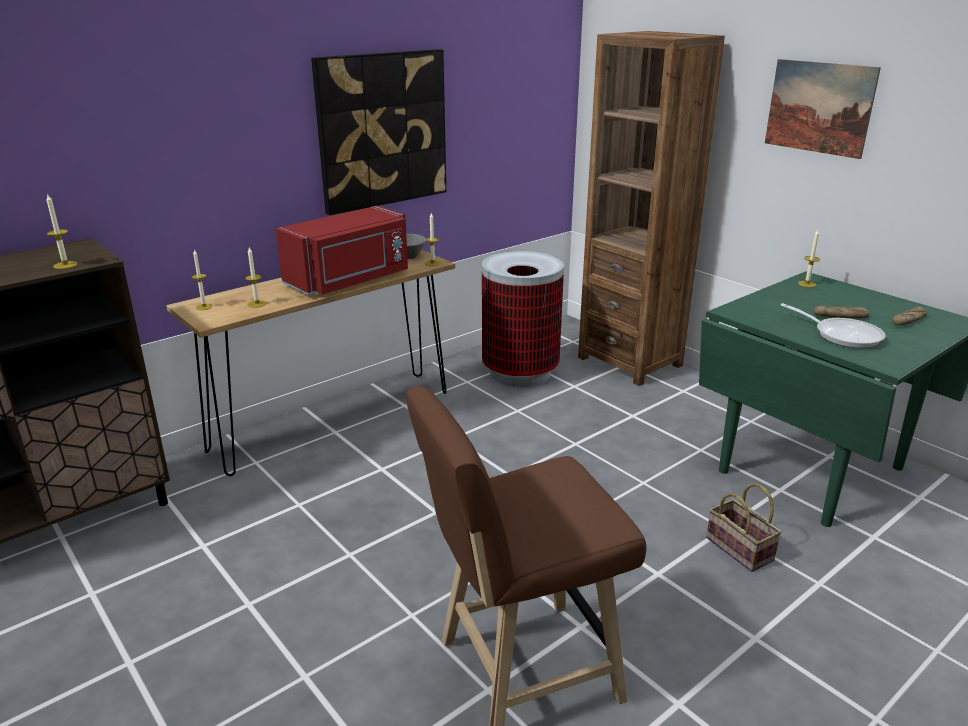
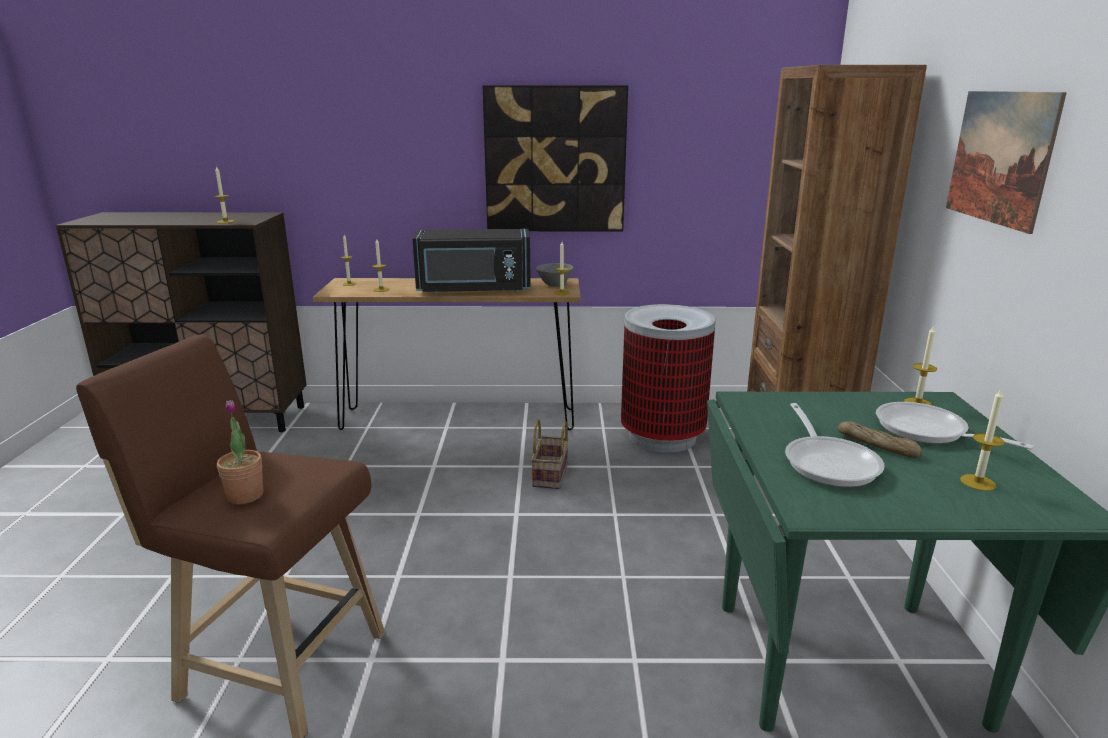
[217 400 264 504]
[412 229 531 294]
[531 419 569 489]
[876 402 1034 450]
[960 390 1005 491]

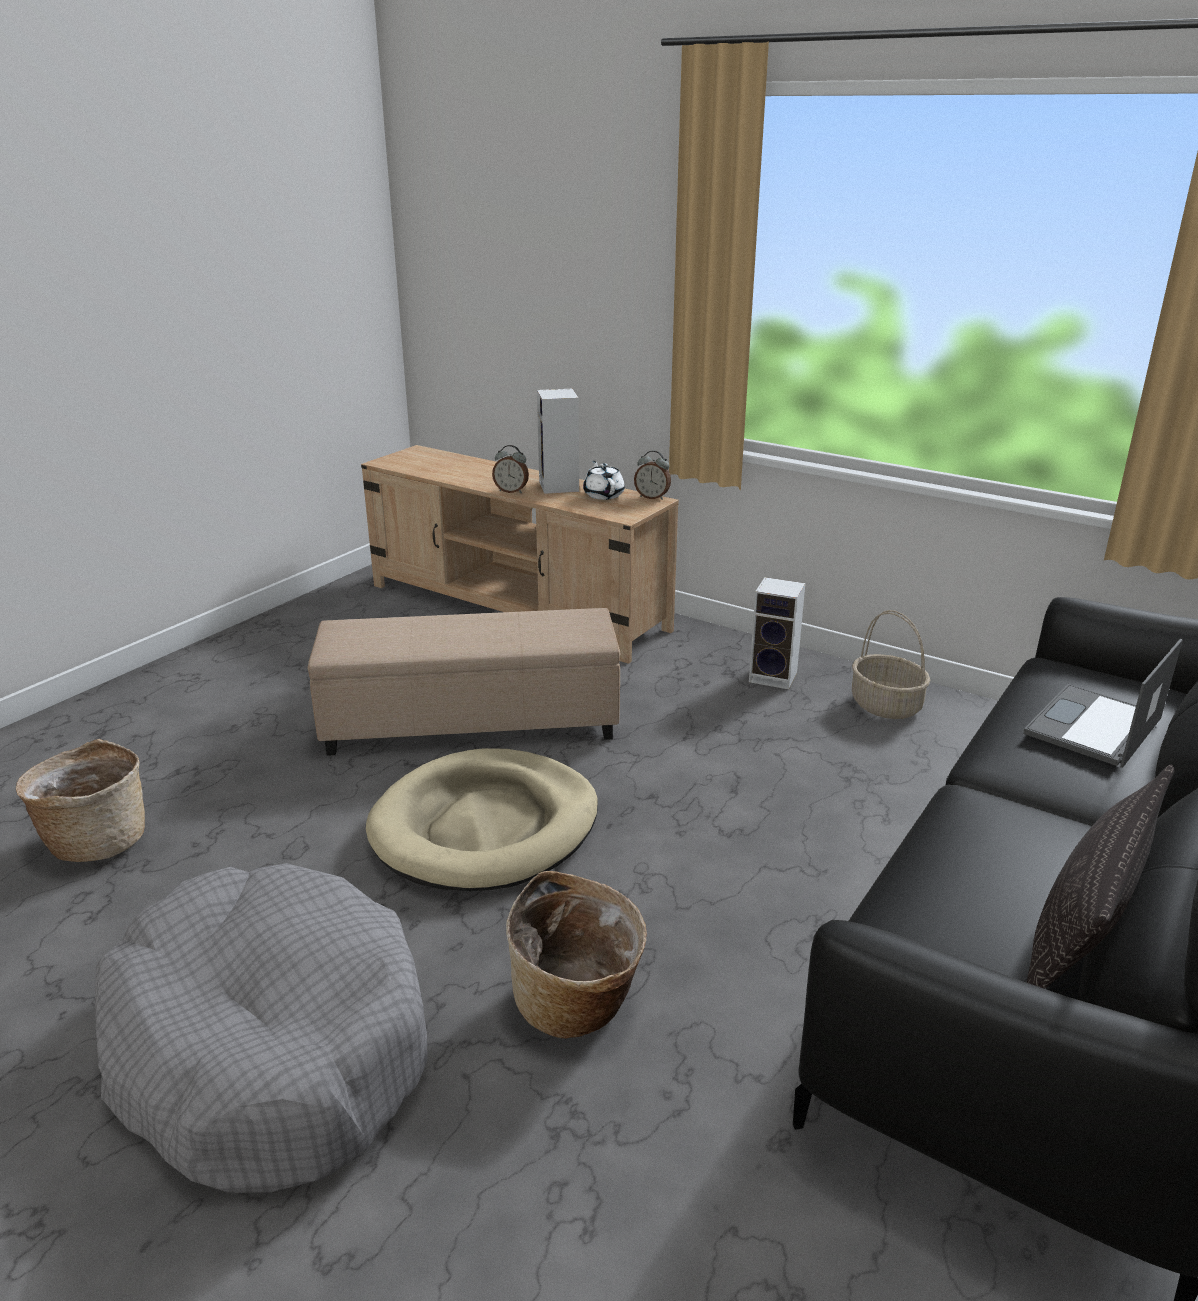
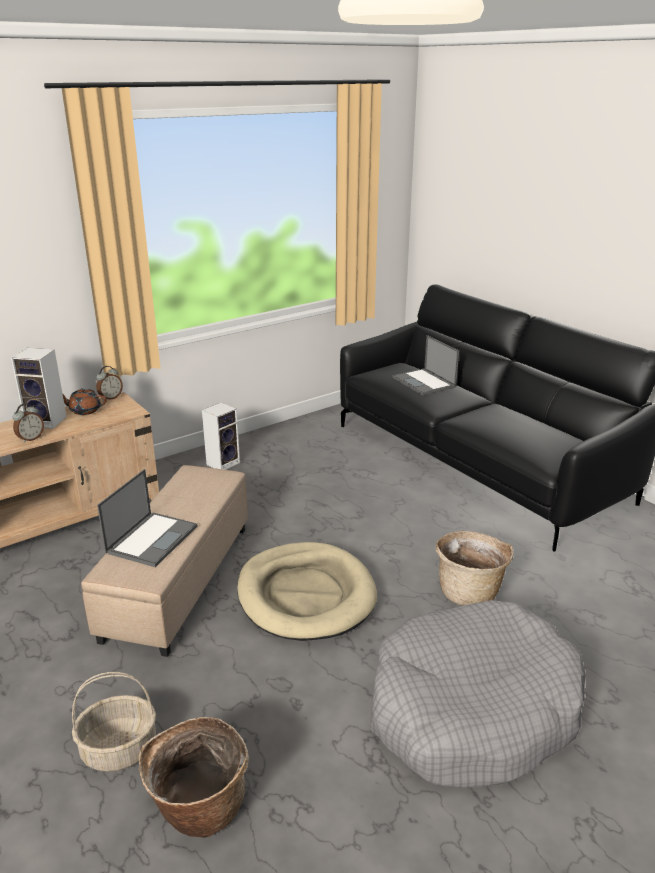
[63 388 107 415]
[72 672 156 772]
[97 469 197 567]
[1027 765 1174 989] (first image)

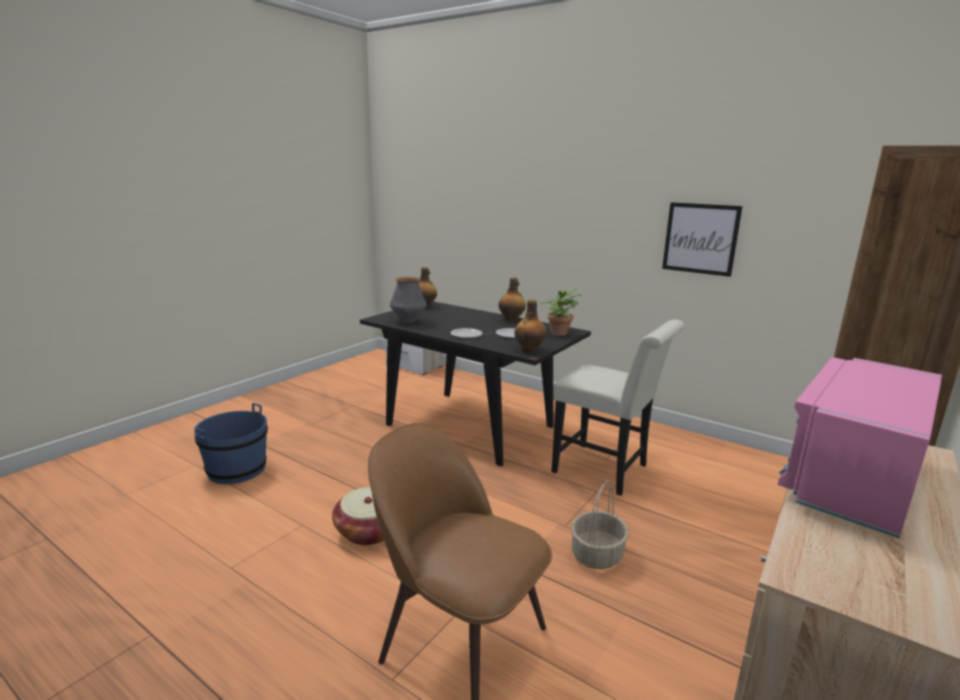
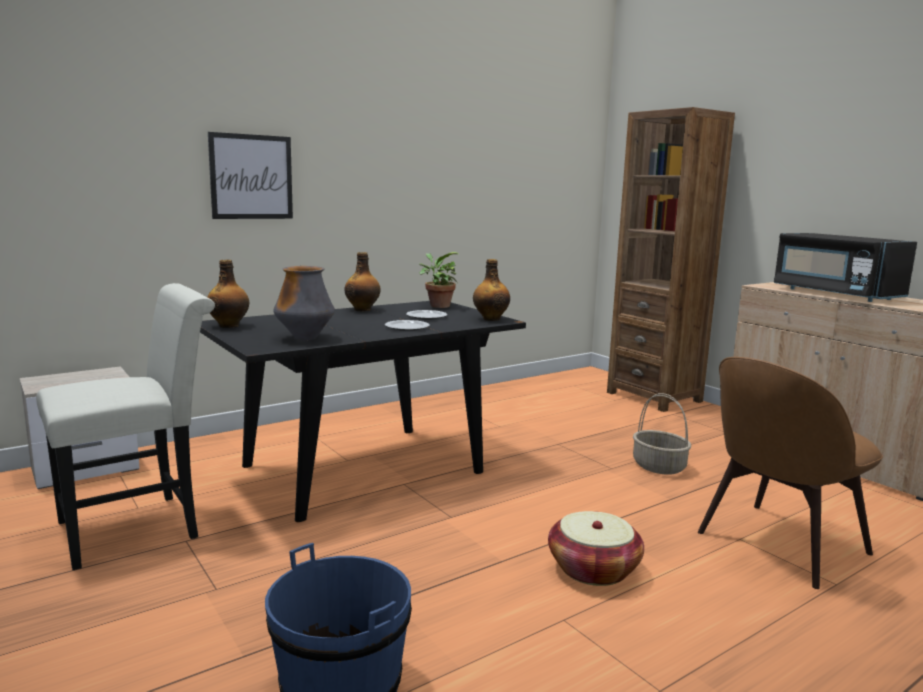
[36 283 215 570]
[208 132 293 219]
[774 233 917 302]

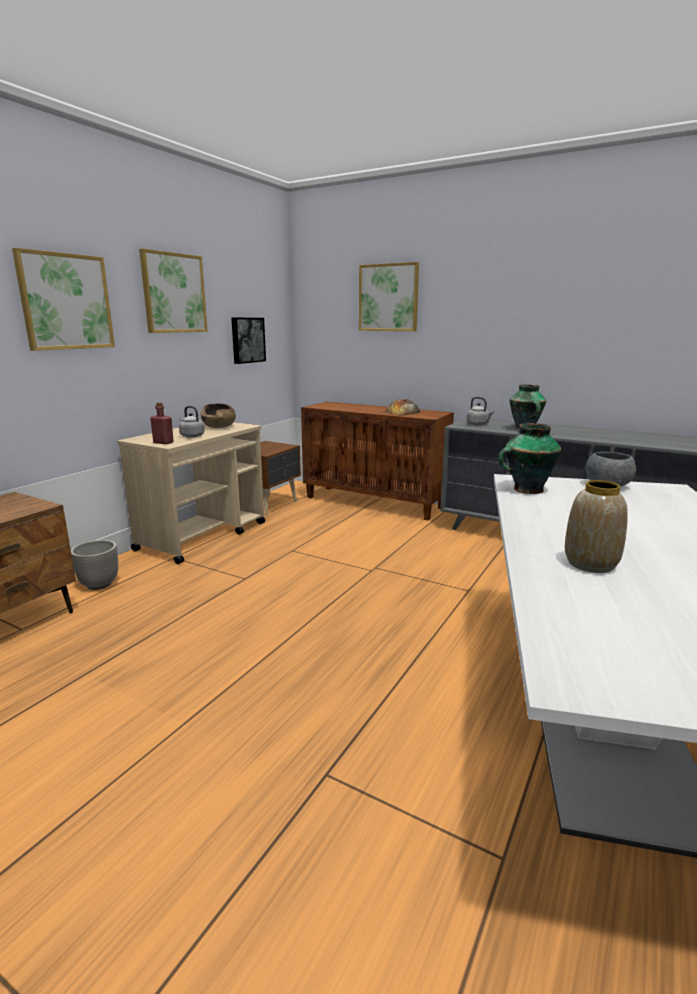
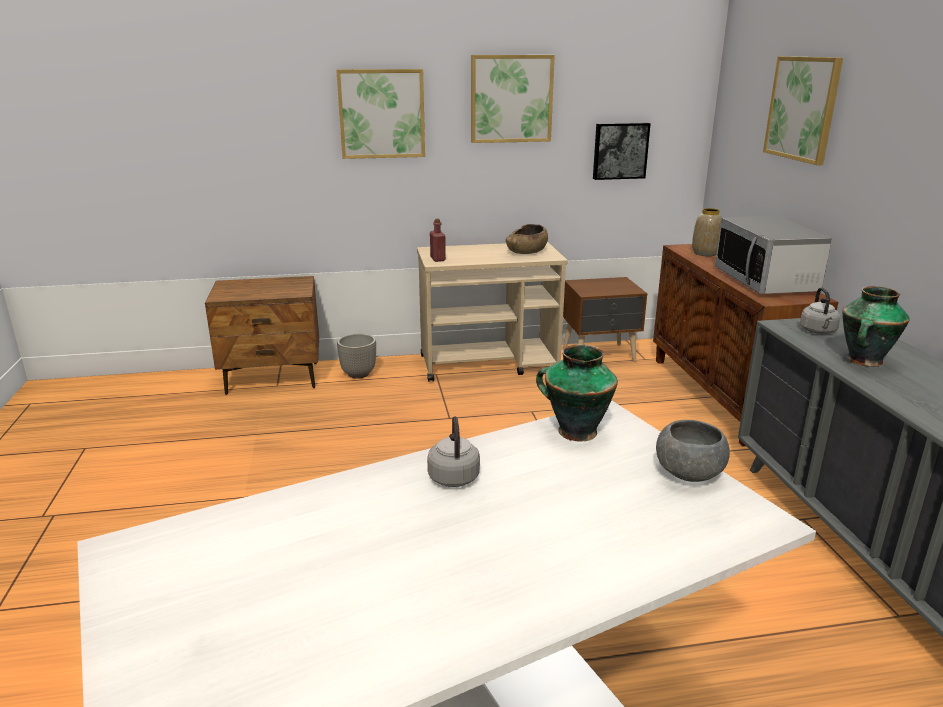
[427 416 480 487]
[692 208 722 256]
[715 216 832 294]

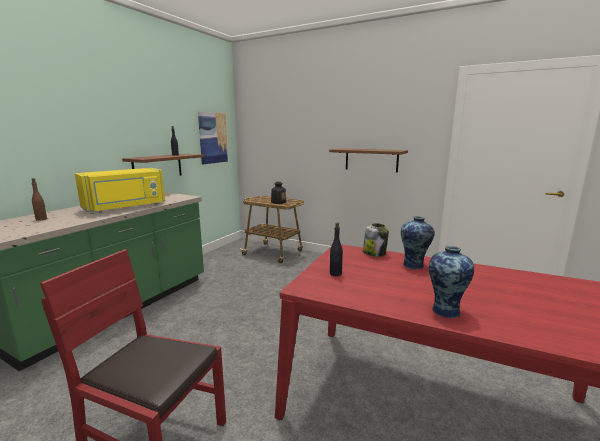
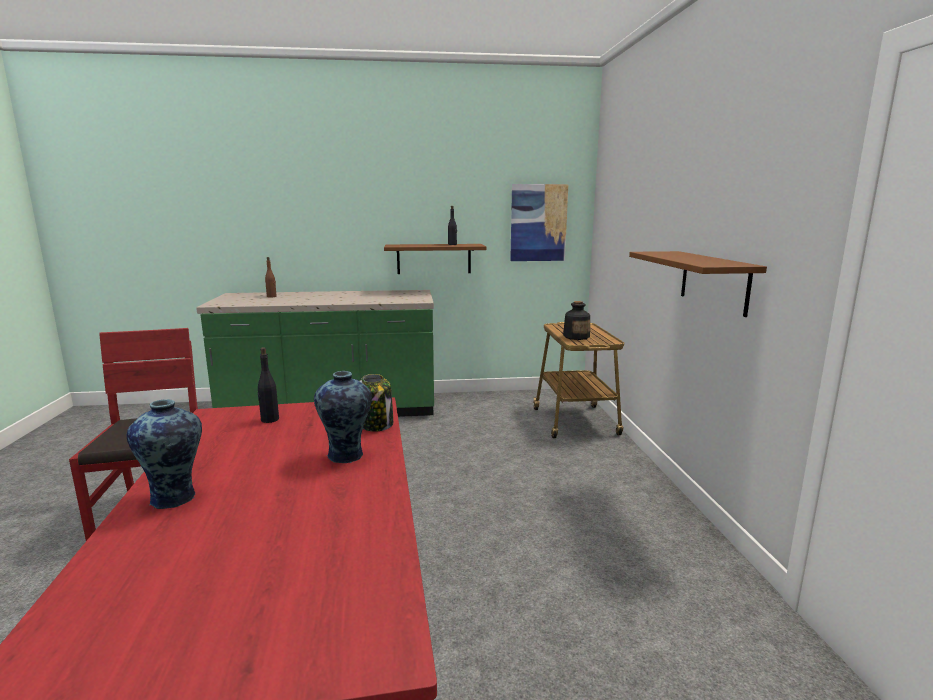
[75 168 165 213] (first image)

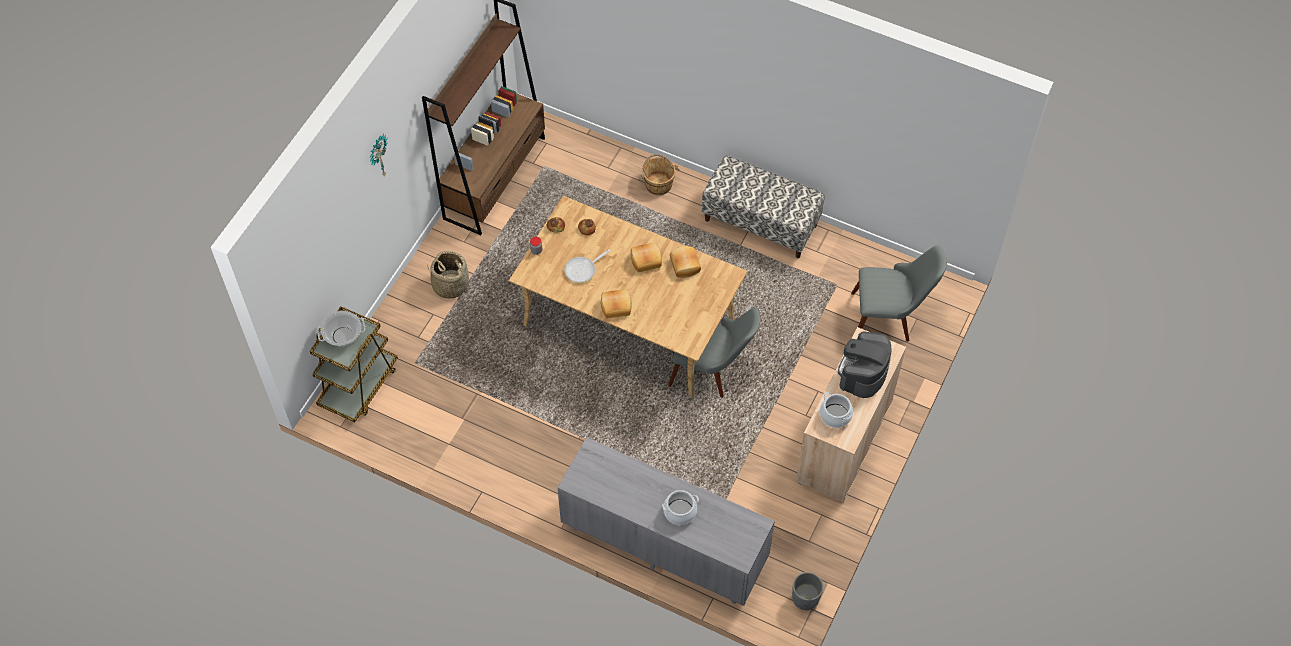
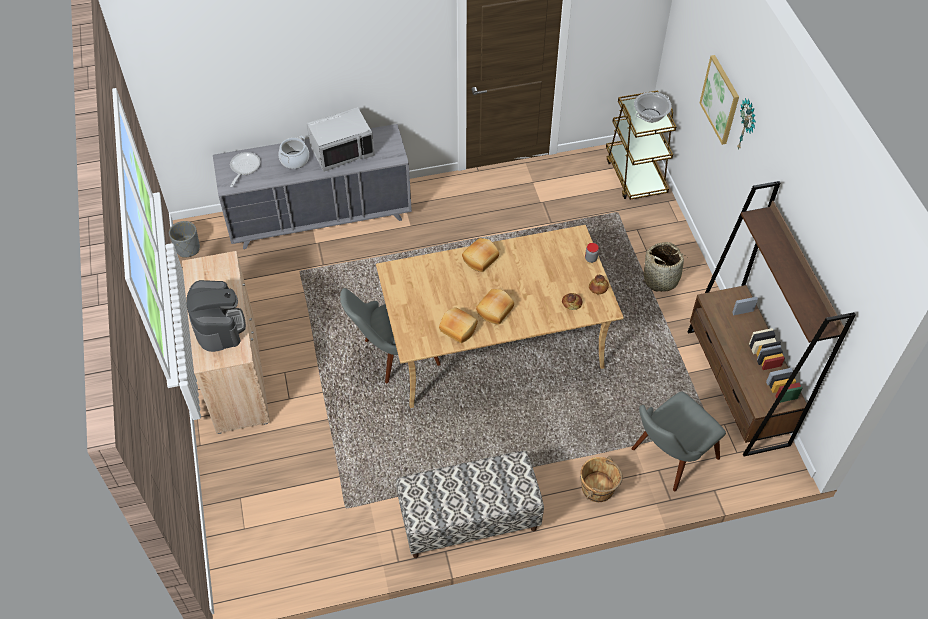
[230 152 260 187]
[307 107 375 172]
[632 392 726 491]
[700 55 739 145]
[820 392 853 428] (first image)

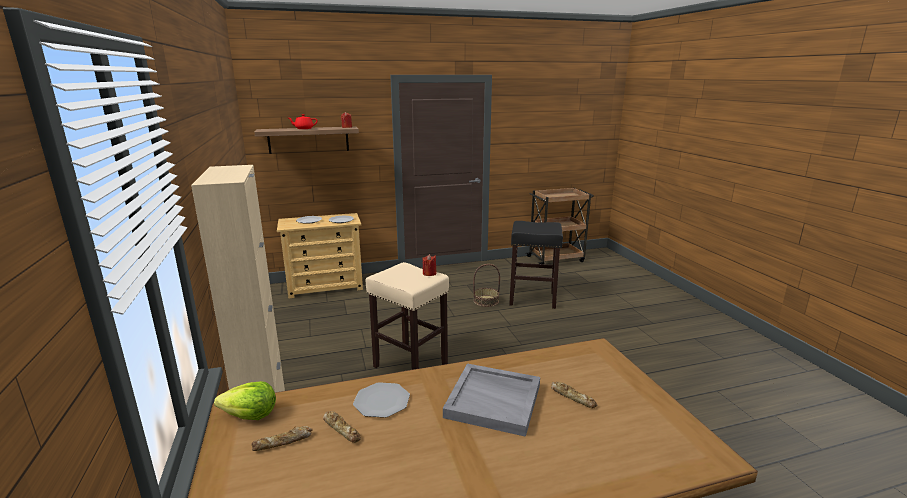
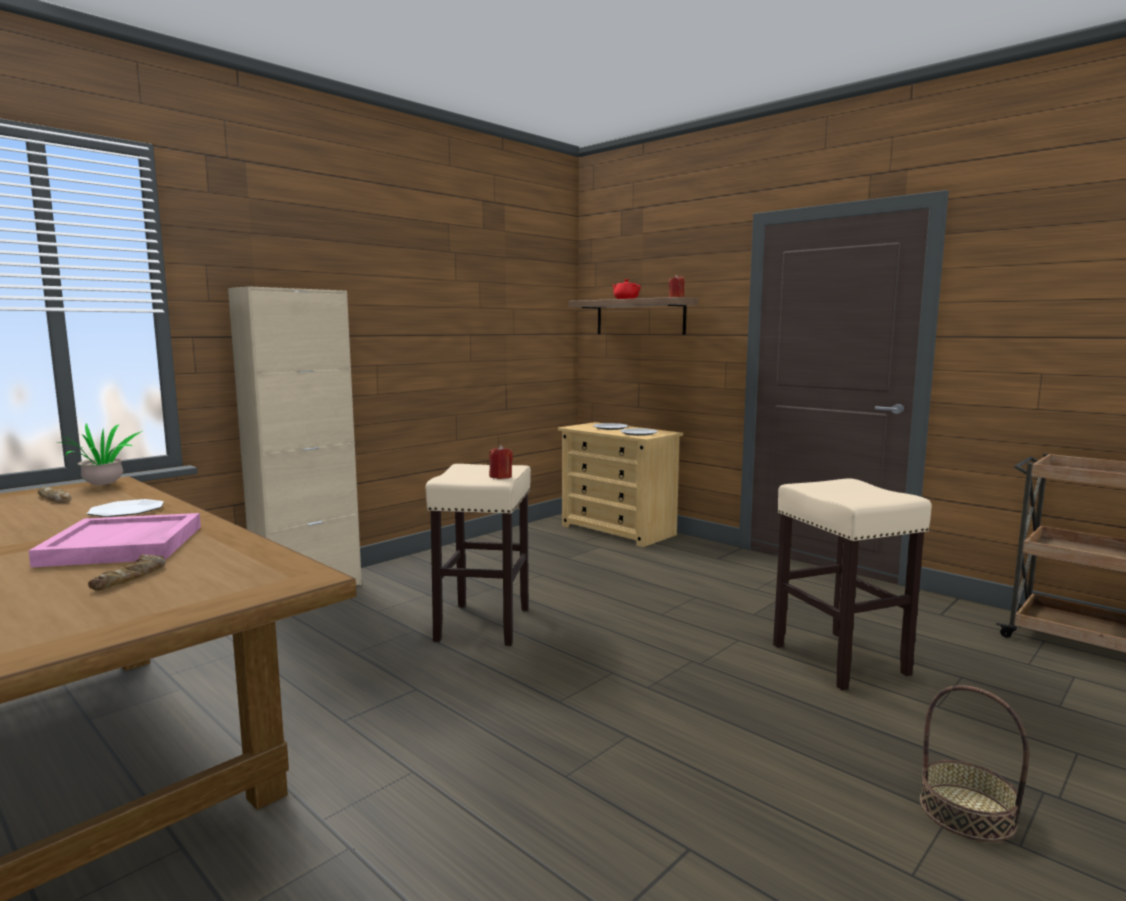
[28 513 201 567]
[60 423 142 485]
[773 478 932 690]
[920 685 1029 842]
[323 411 361 443] (first image)

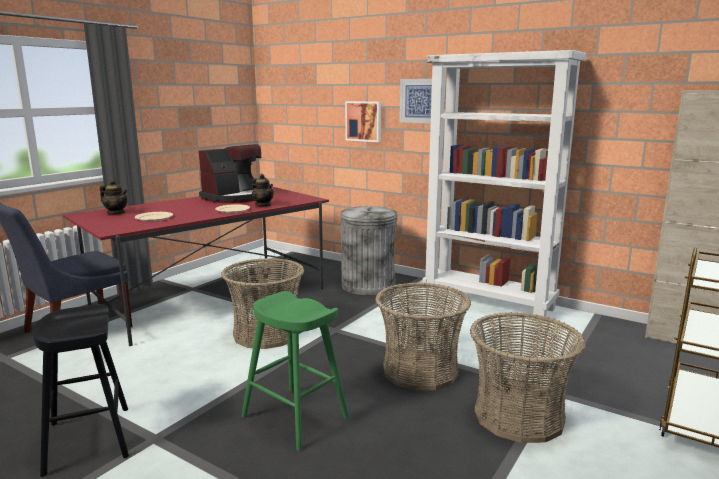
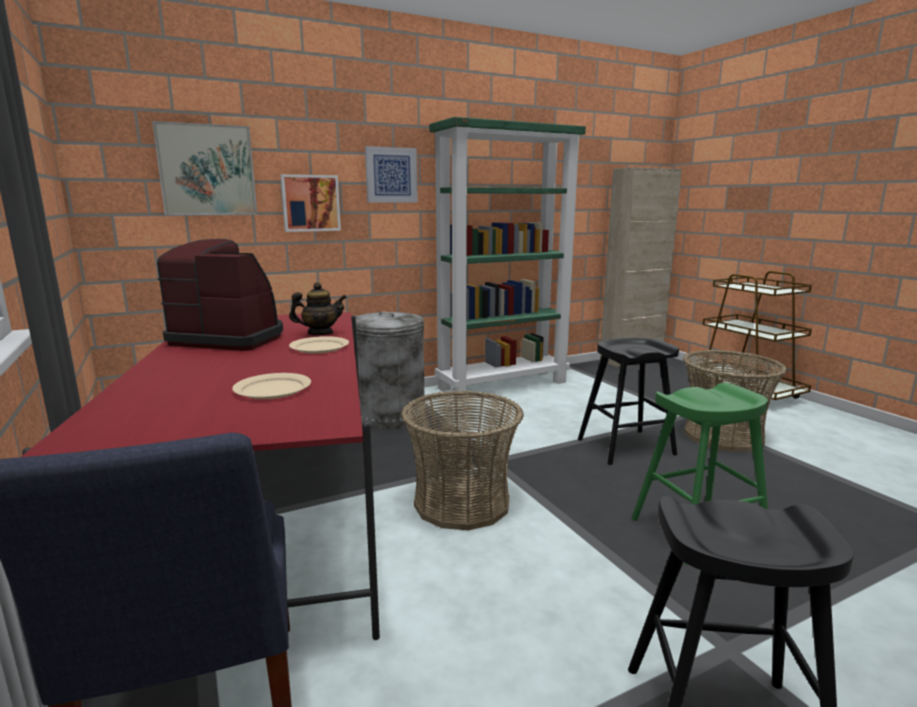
[152 121 257 215]
[157 239 283 351]
[429 117 586 400]
[578 338 679 465]
[100 180 128 214] (first image)

